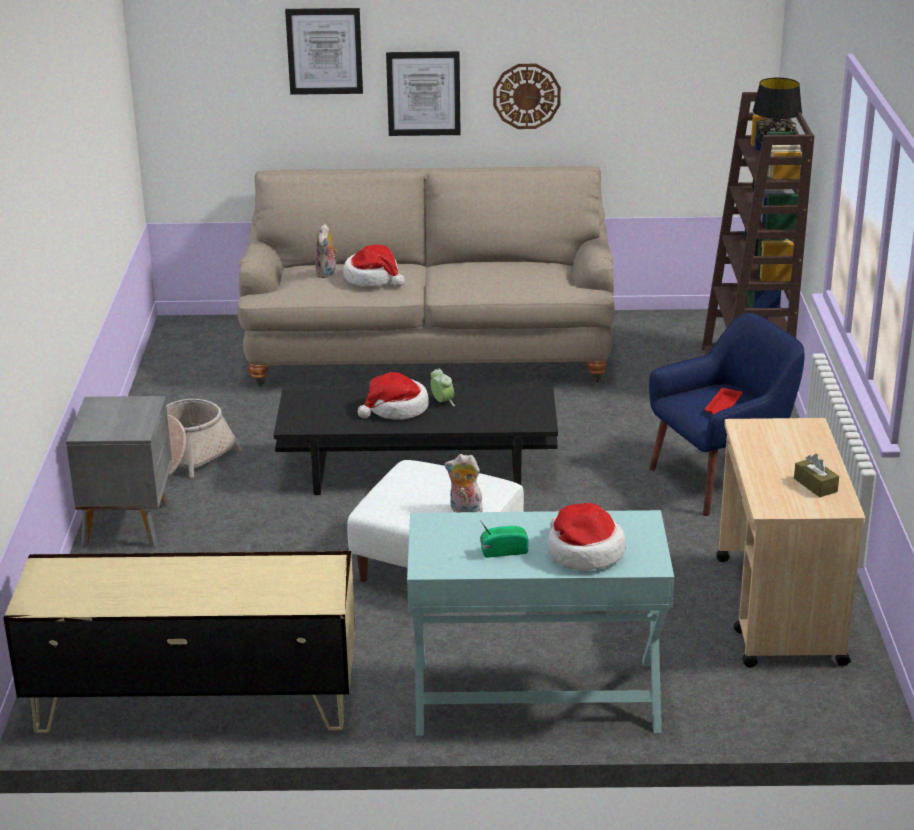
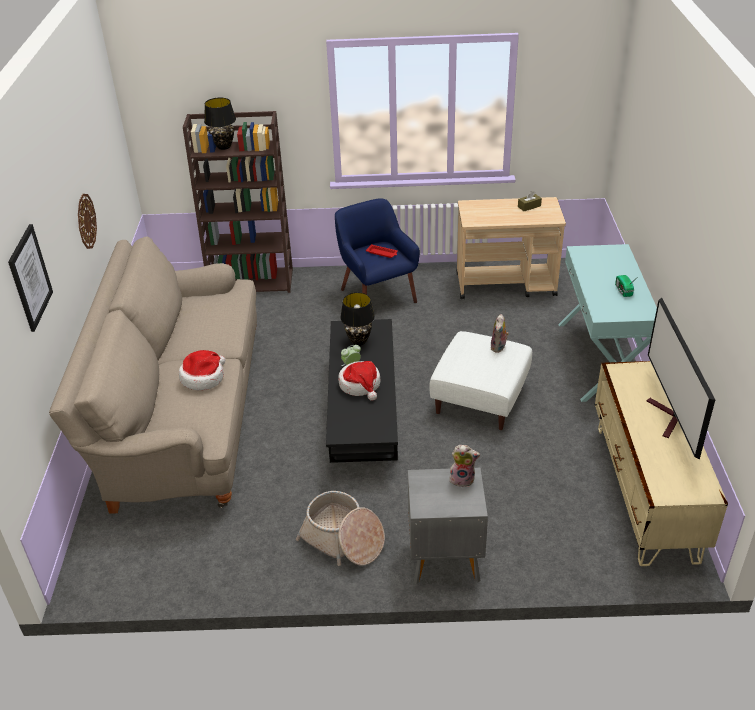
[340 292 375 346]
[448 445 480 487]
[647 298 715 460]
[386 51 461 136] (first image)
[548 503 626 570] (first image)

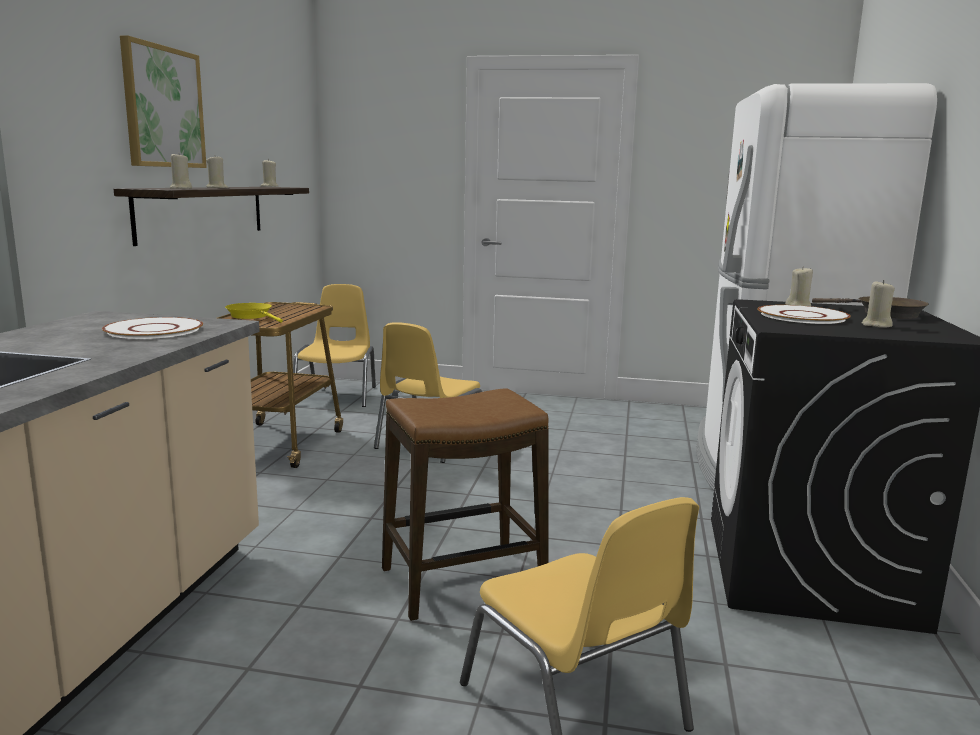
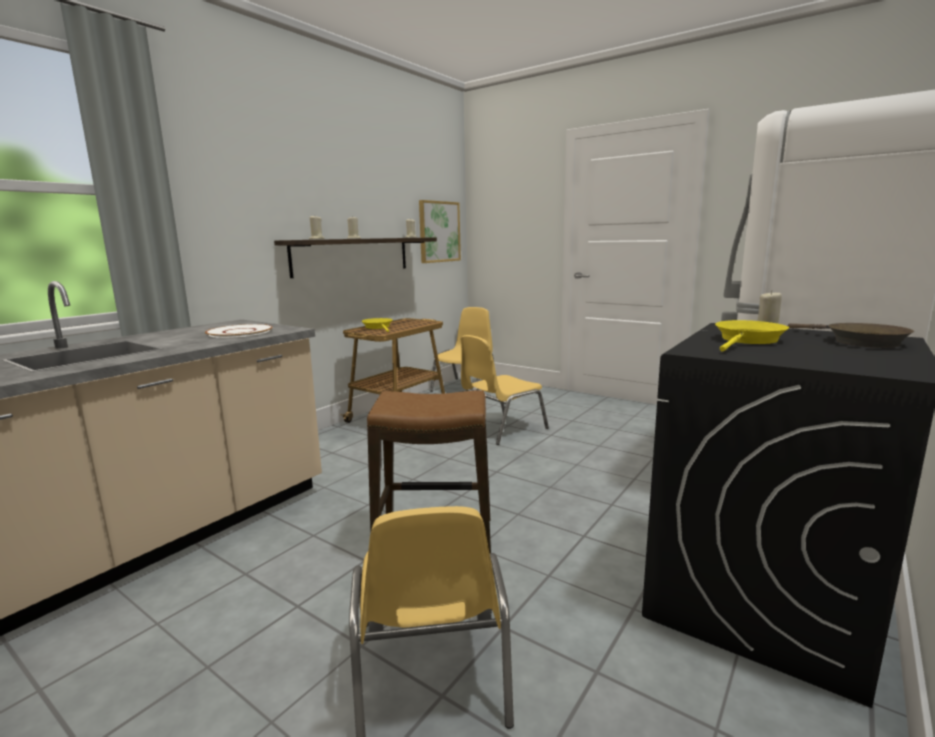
[419 200 461 263]
[715 320 789 352]
[862 280 895 328] (first image)

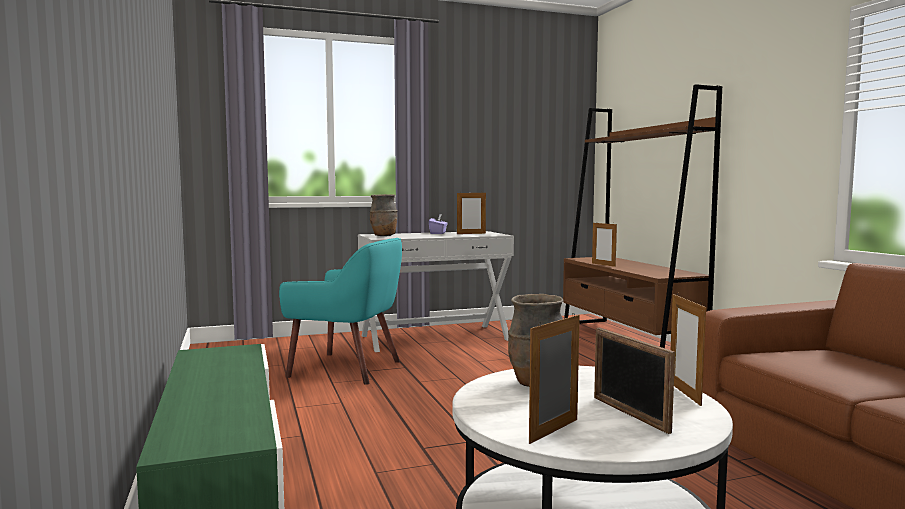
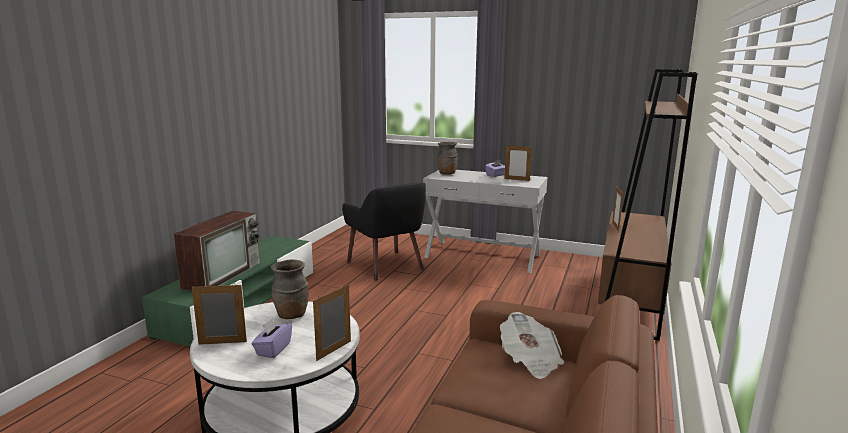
[173 211 260 291]
[252 318 292 358]
[342 182 426 281]
[500 312 564 379]

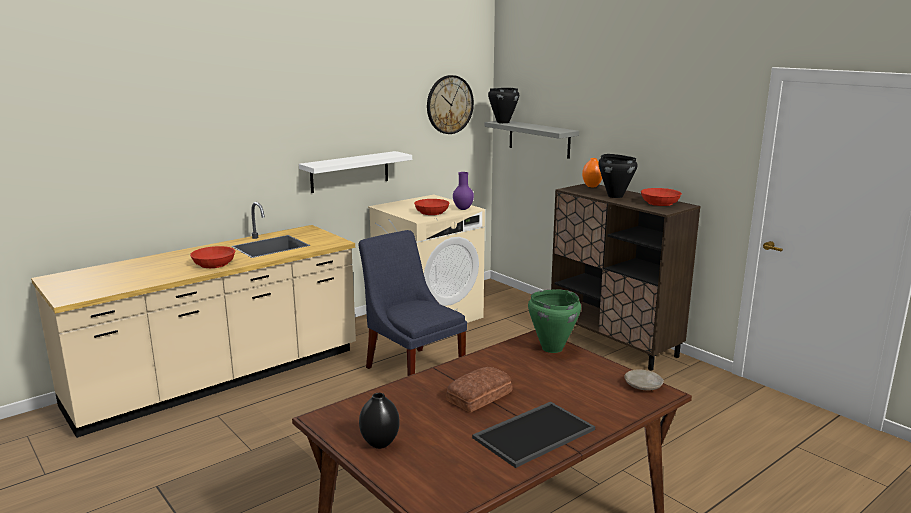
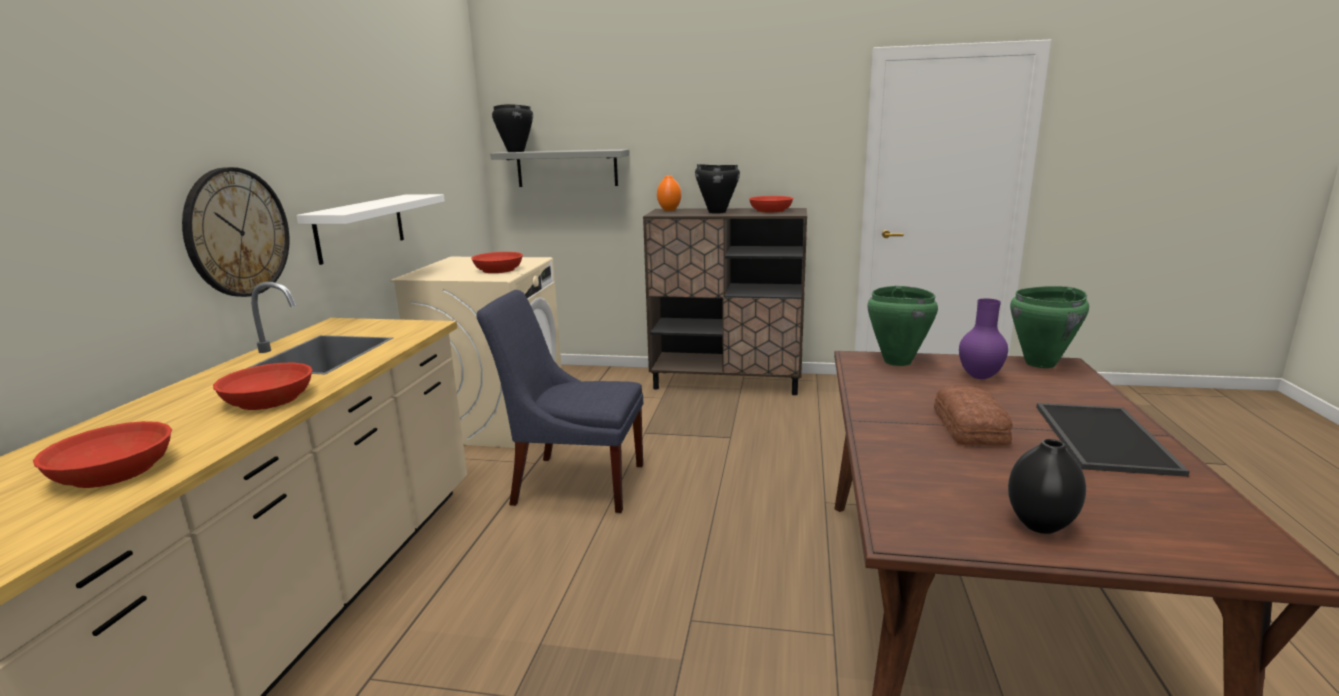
[33 421 172 488]
[182 167 290 297]
[959 298 1008 379]
[1010 286 1089 368]

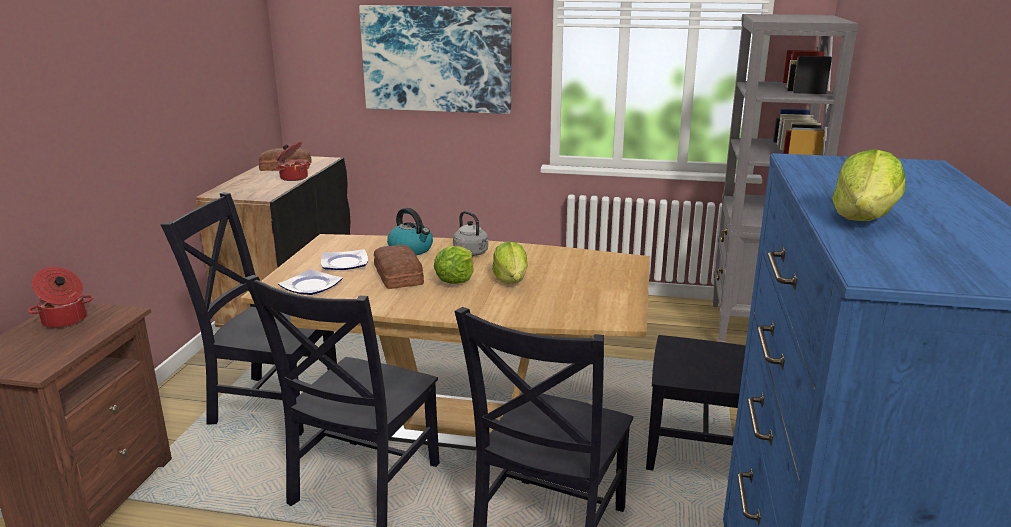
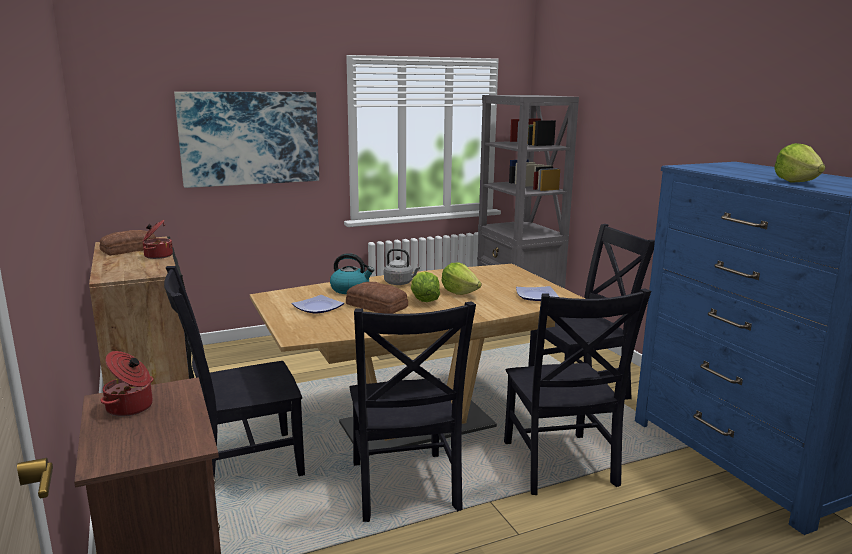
[516 286 559 301]

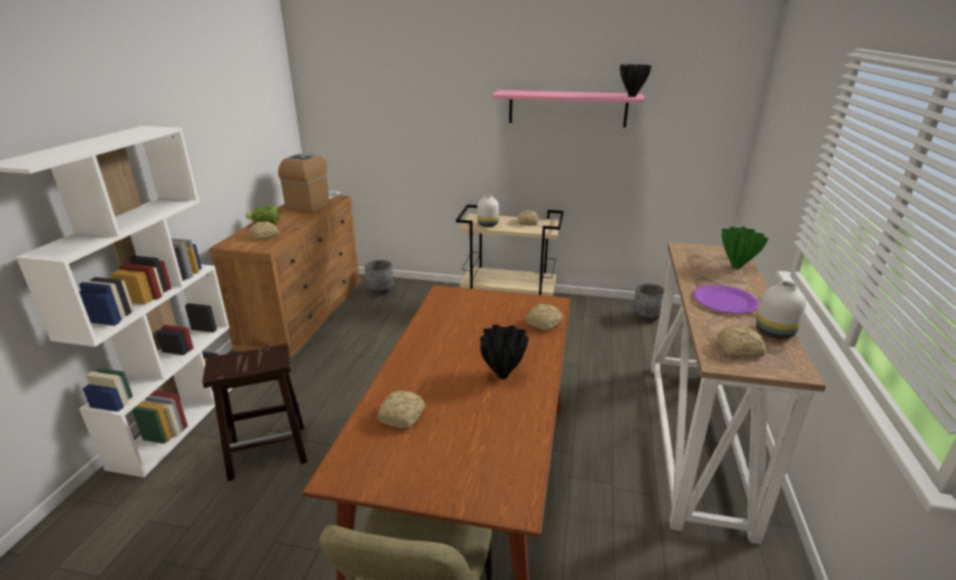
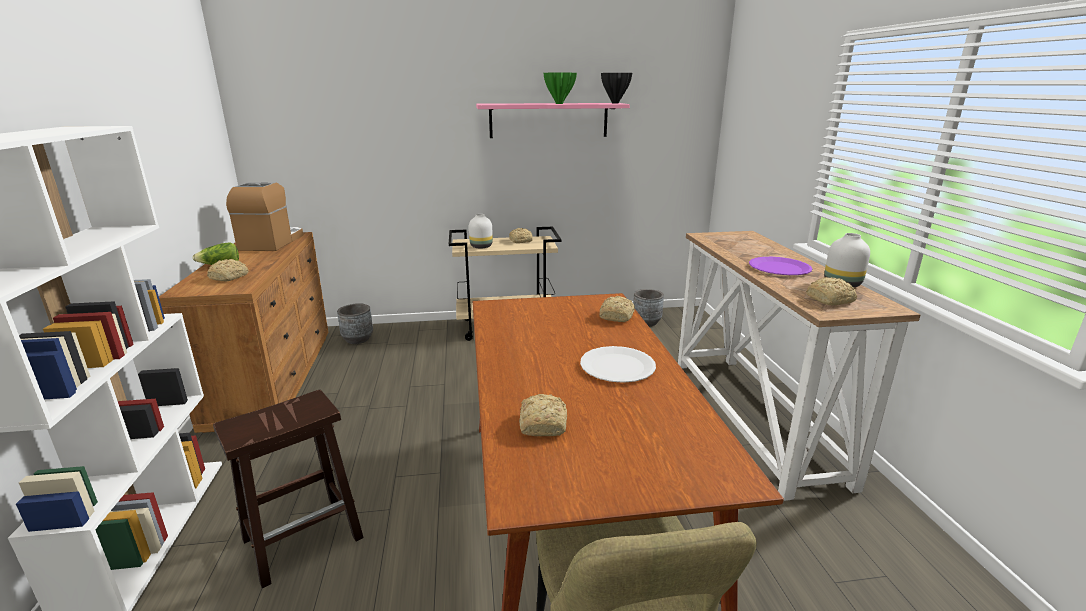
[543 72 577 104]
[580 346 656 383]

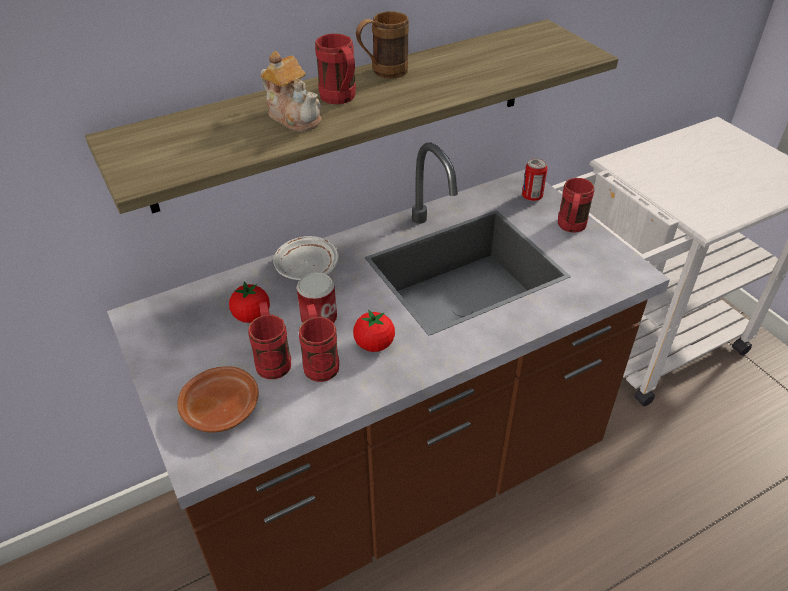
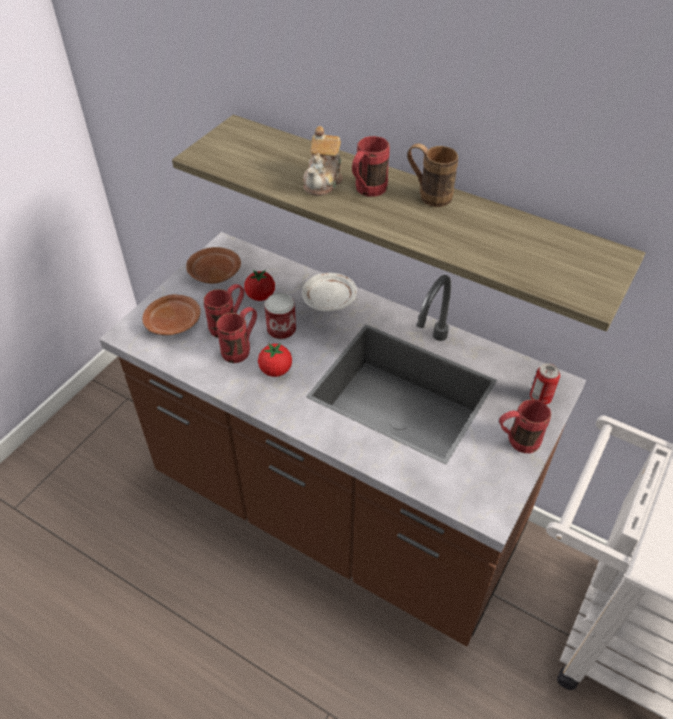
[186 247 241 283]

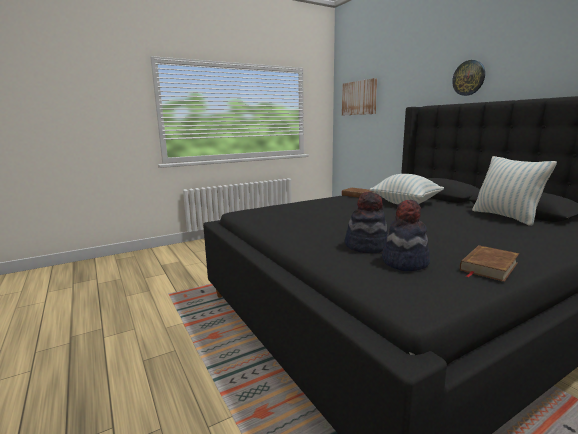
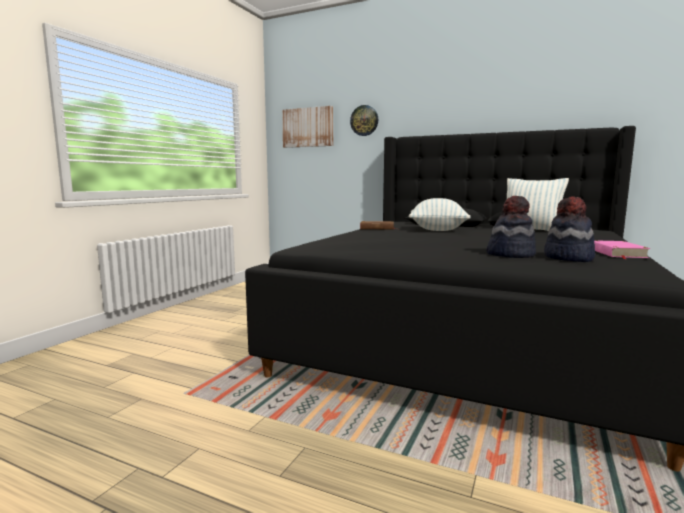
[350 105 378 136]
[594 240 651 259]

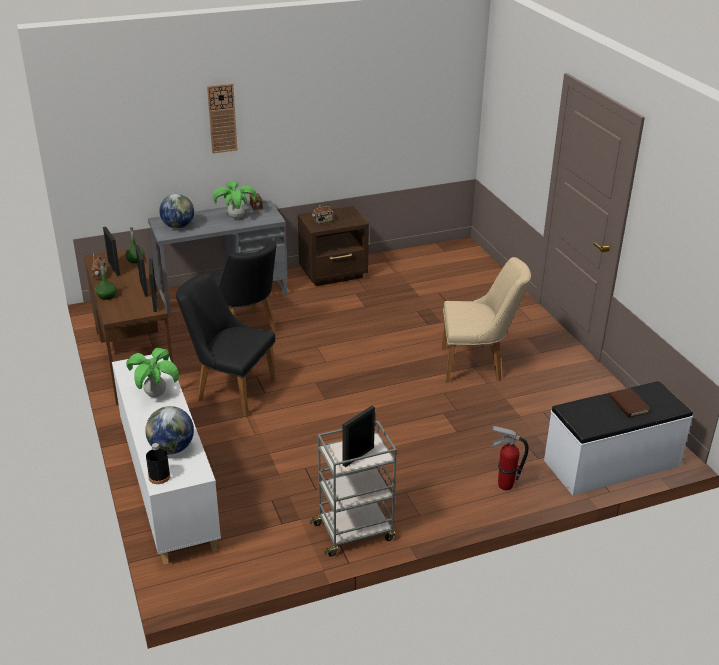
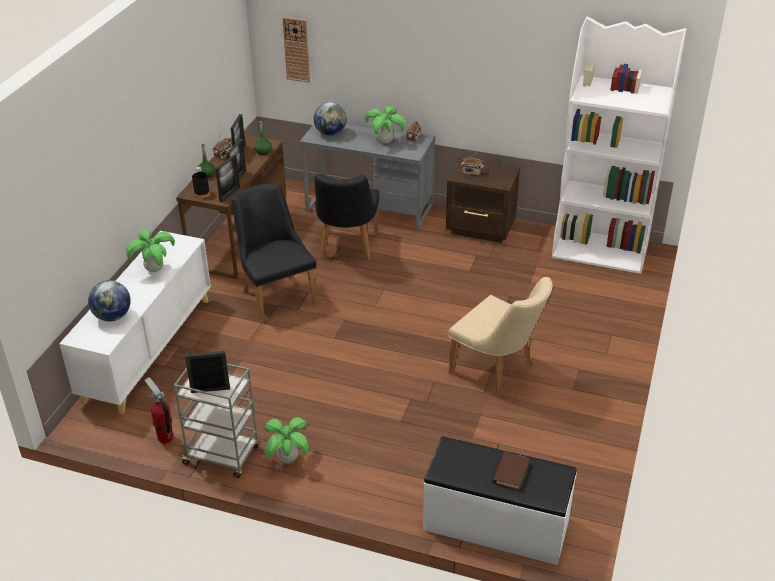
[144 377 173 444]
[192 167 210 198]
[265 417 309 464]
[282 17 310 83]
[552 16 686 274]

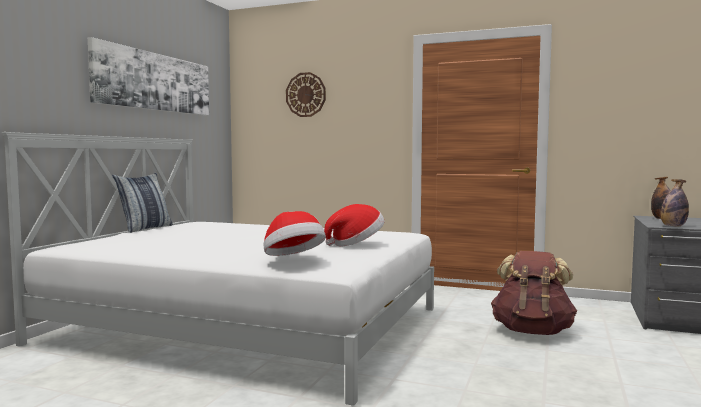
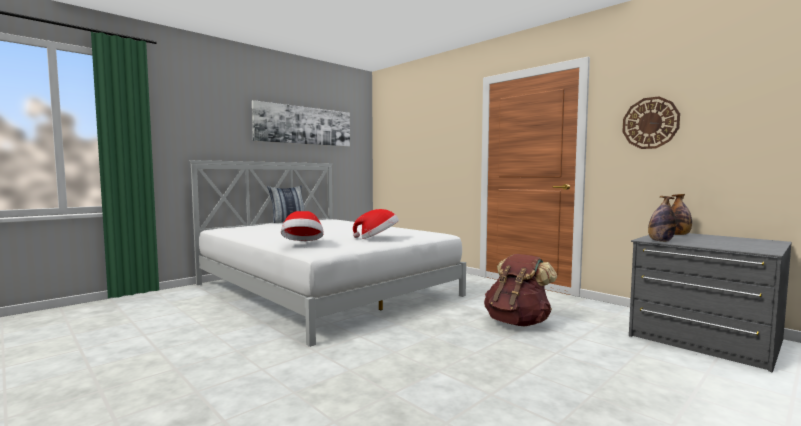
[622 96 680 149]

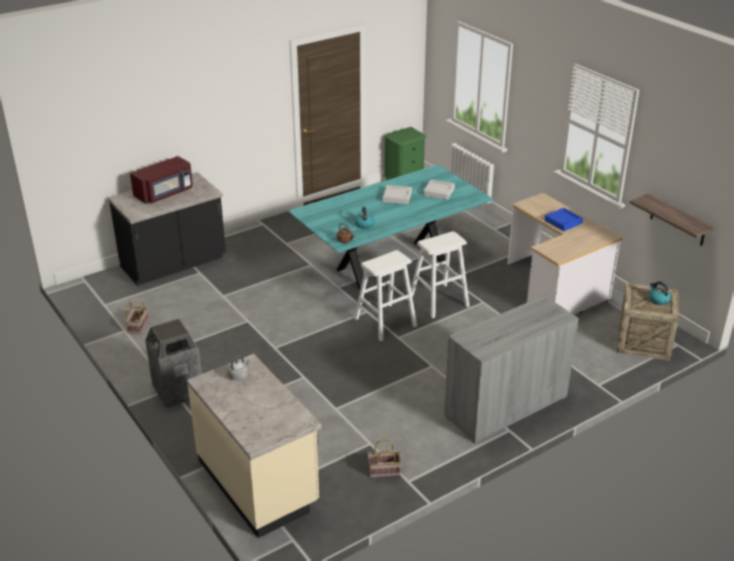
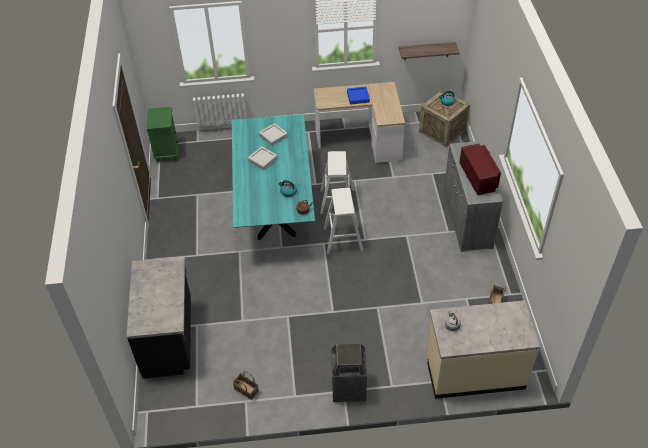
[459 144 501 196]

